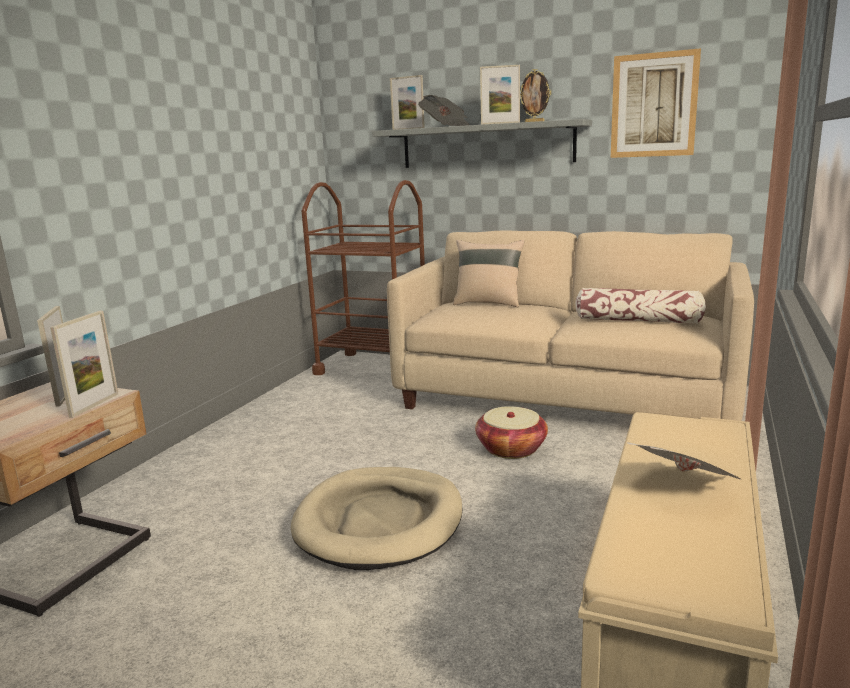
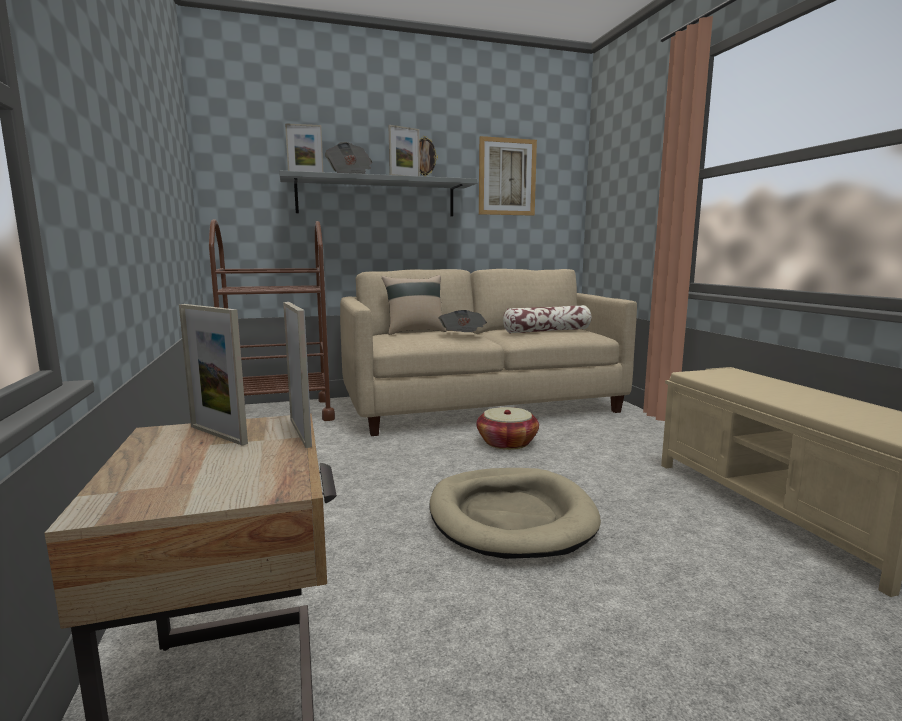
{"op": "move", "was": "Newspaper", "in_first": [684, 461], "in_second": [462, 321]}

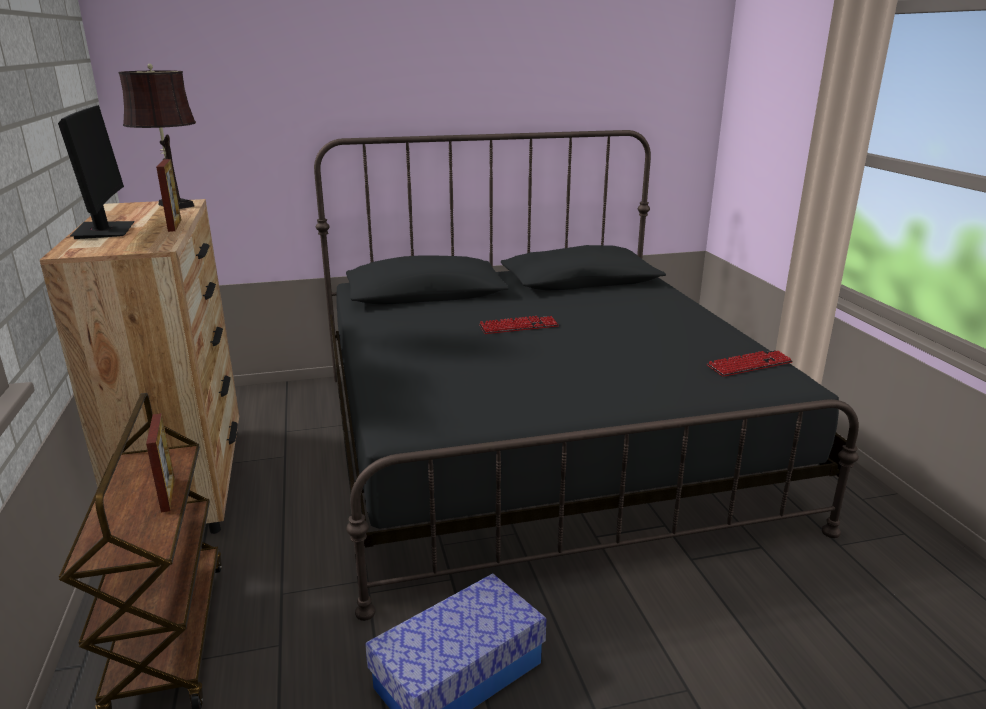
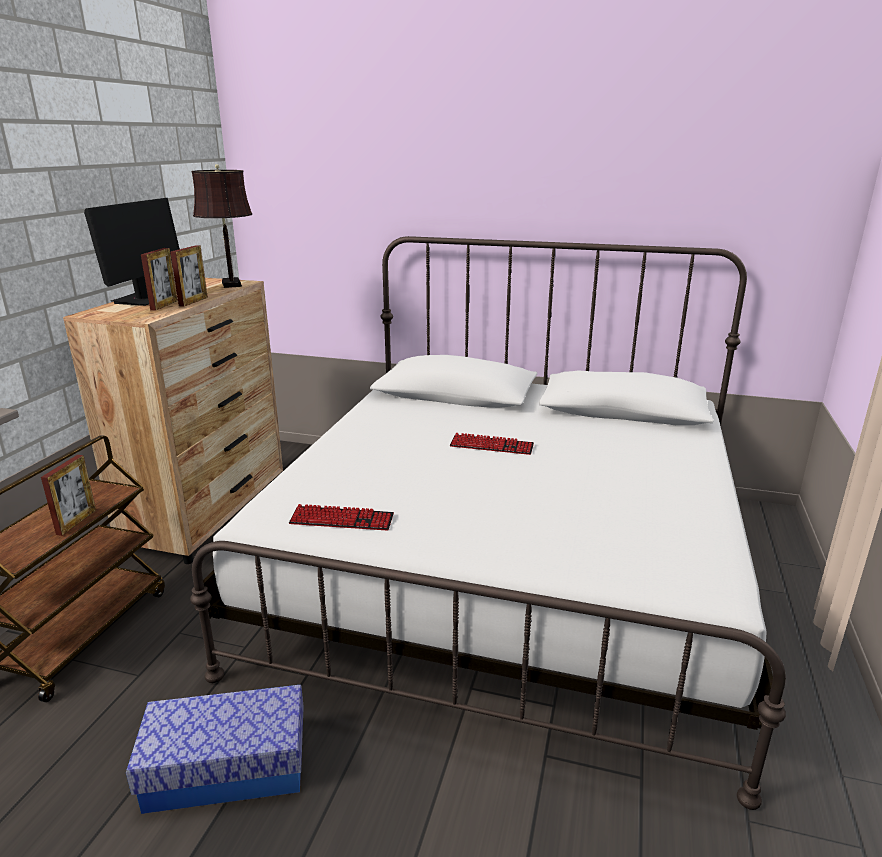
{"op": "recolor", "was": "BlackBed", "now": "WhiteBed", "in_first": [586, 375], "in_second": [488, 523]}
{"op": "move", "was": "Keyboard", "in_first": [750, 363], "in_second": [341, 517]}
{"op": "insert", "now": "PictureFrame", "in_second": [159, 279]}

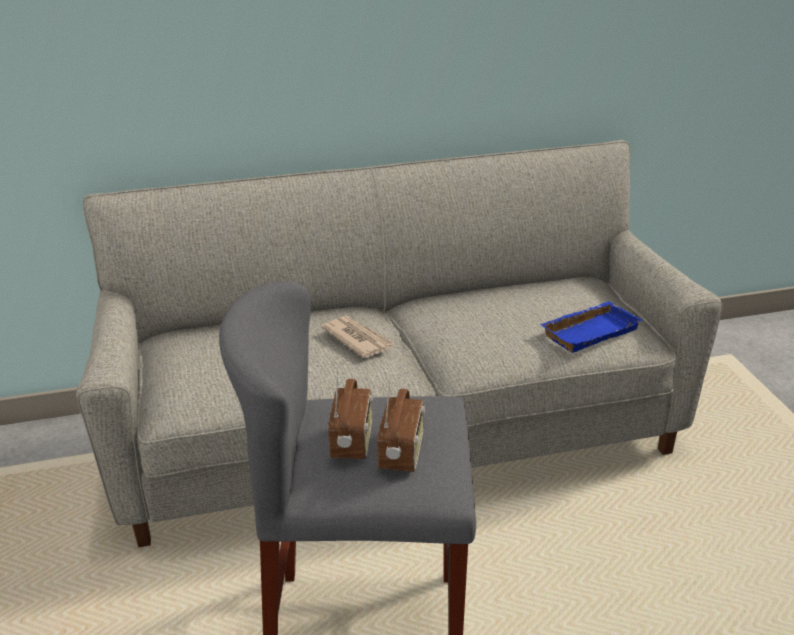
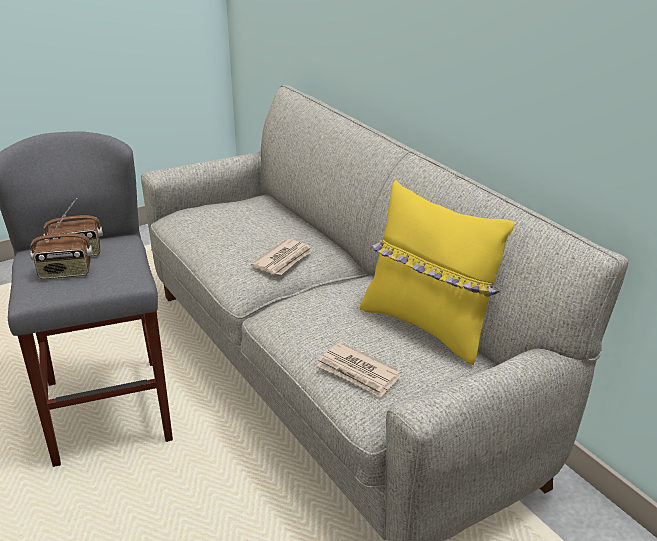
{"op": "replace", "was": "BlueTray", "now": "Newspaper", "in_first": [591, 327], "in_second": [359, 370]}
{"op": "insert", "now": "YellowPillow", "in_second": [437, 272]}

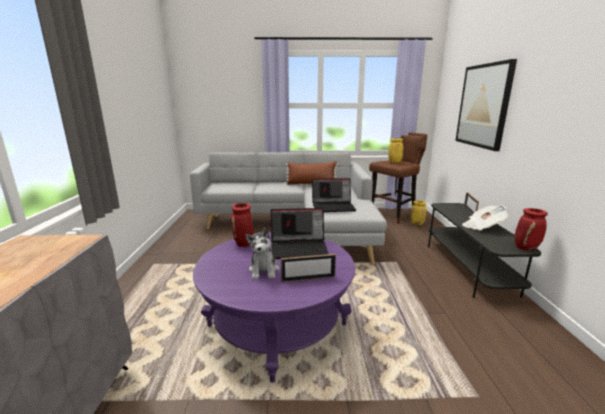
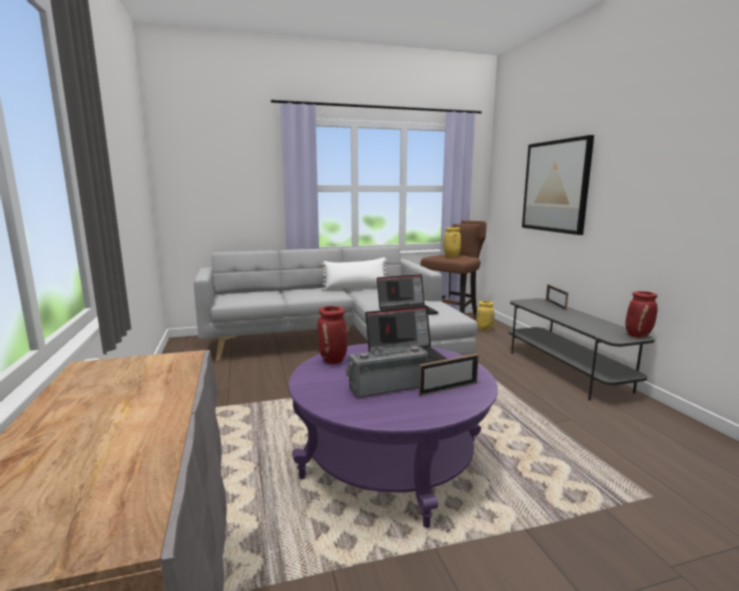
{"op": "replace", "was": "PlushToy", "now": "Radio", "in_first": [262, 253], "in_second": [387, 371]}
{"op": "recolor", "was": "BrownPillow", "now": "WhitePillow", "in_first": [311, 173], "in_second": [354, 274]}
{"op": "delete", "was": "Newspaper", "in_first": [485, 218]}

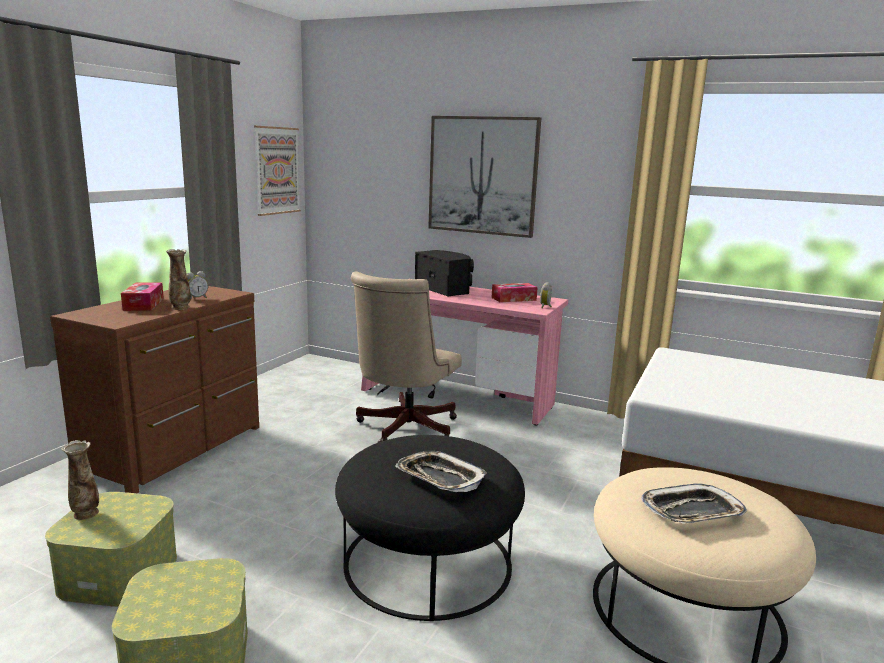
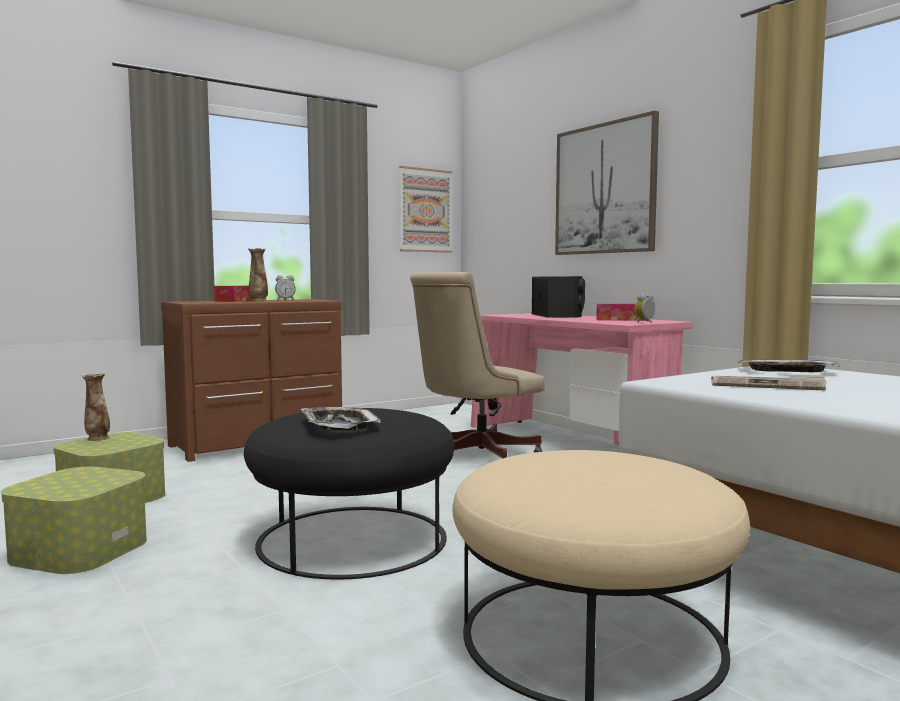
{"op": "move", "was": "Tray", "in_first": [694, 503], "in_second": [789, 365]}
{"op": "insert", "now": "Newspaper", "in_second": [769, 383]}

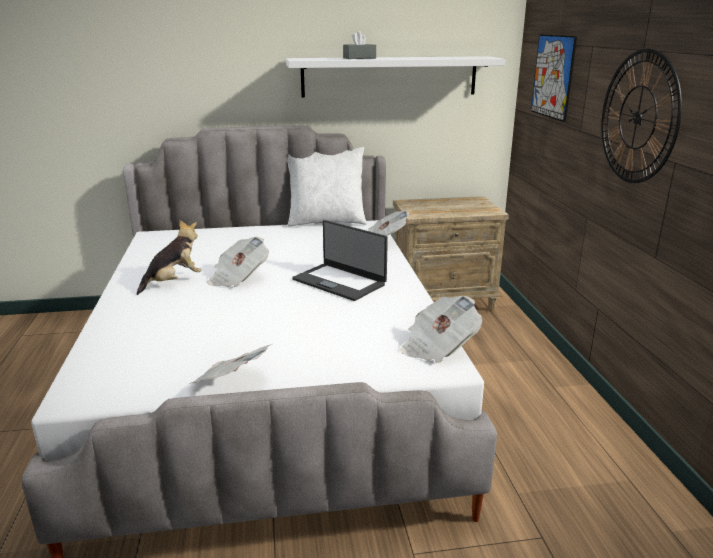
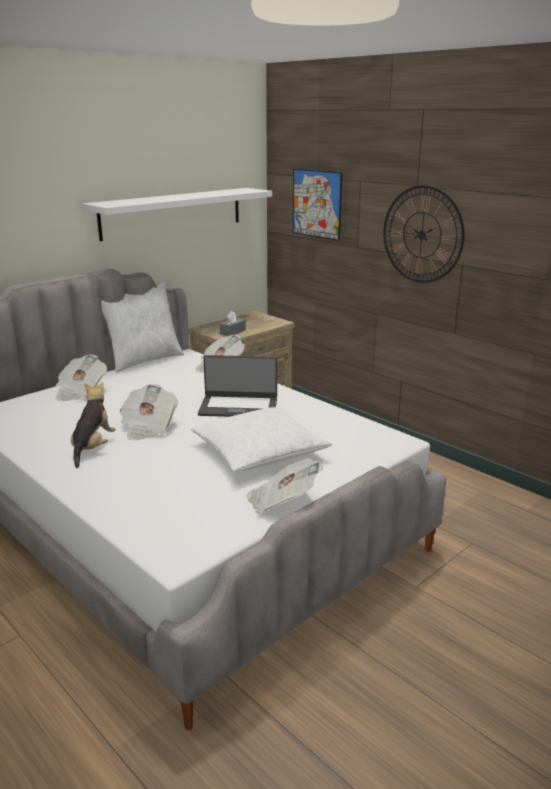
{"op": "move", "was": "GreyTissueBox", "in_first": [359, 45], "in_second": [232, 323]}
{"op": "move", "was": "Newspaper", "in_first": [441, 329], "in_second": [81, 377]}
{"op": "insert", "now": "WhitePillow", "in_second": [261, 439]}

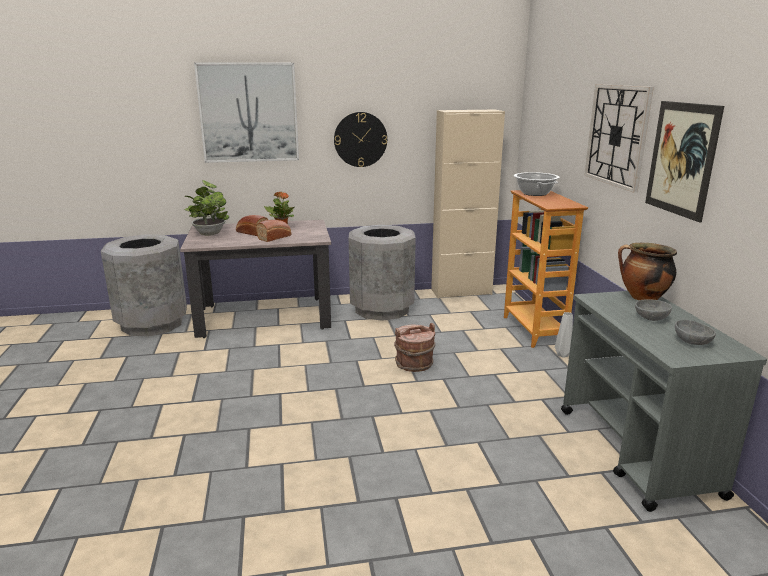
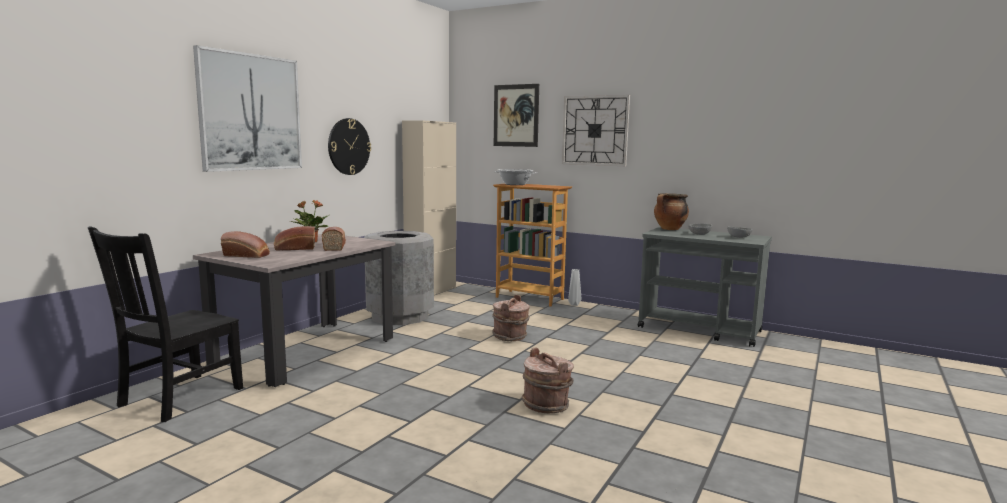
{"op": "replace", "was": "GreyTrashCan", "now": "BlackChair", "in_first": [144, 285], "in_second": [165, 324]}
{"op": "replace", "was": "PottedPlant", "now": "Bread", "in_first": [206, 208], "in_second": [245, 244]}
{"op": "move", "was": "Picture", "in_first": [684, 162], "in_second": [516, 115]}
{"op": "insert", "now": "BrownBucket", "in_second": [548, 380]}

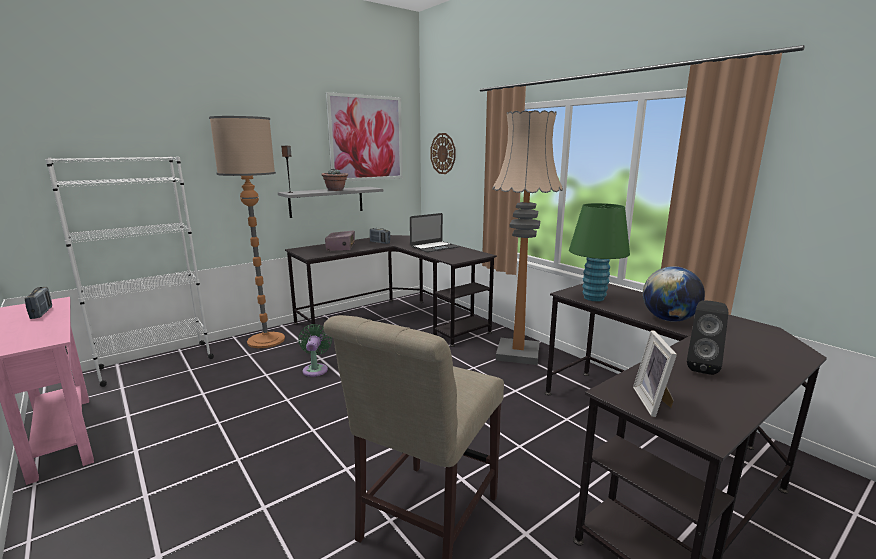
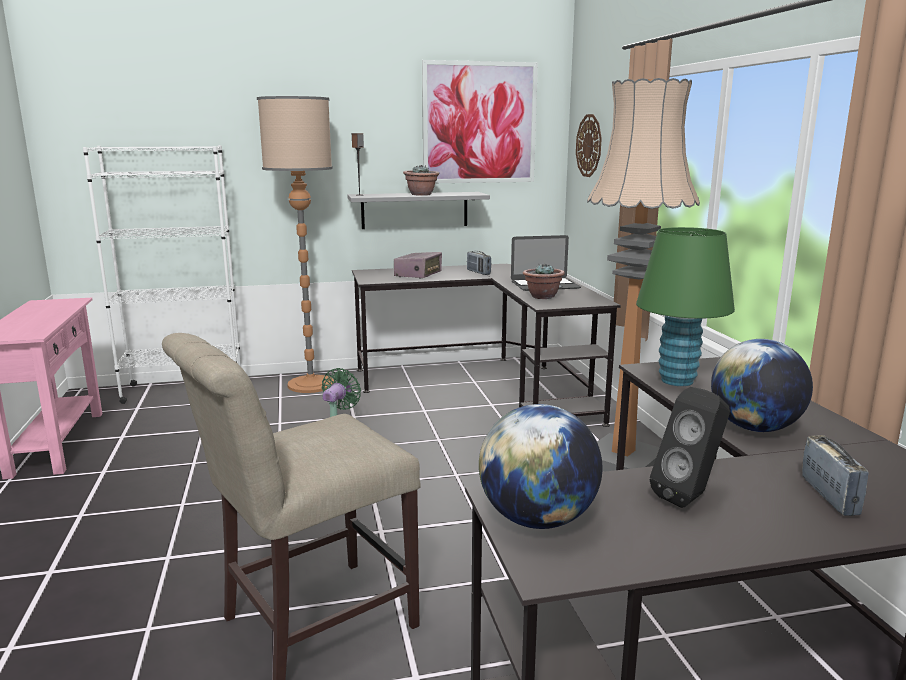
{"op": "move", "was": "Radio", "in_first": [38, 303], "in_second": [835, 475]}
{"op": "replace", "was": "PictureFrame", "now": "Globe", "in_first": [655, 373], "in_second": [540, 466]}
{"op": "insert", "now": "PottedPlant", "in_second": [544, 281]}

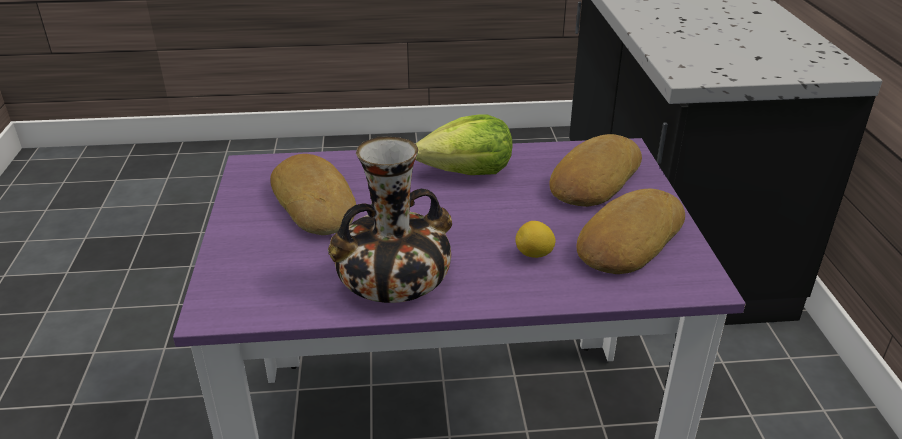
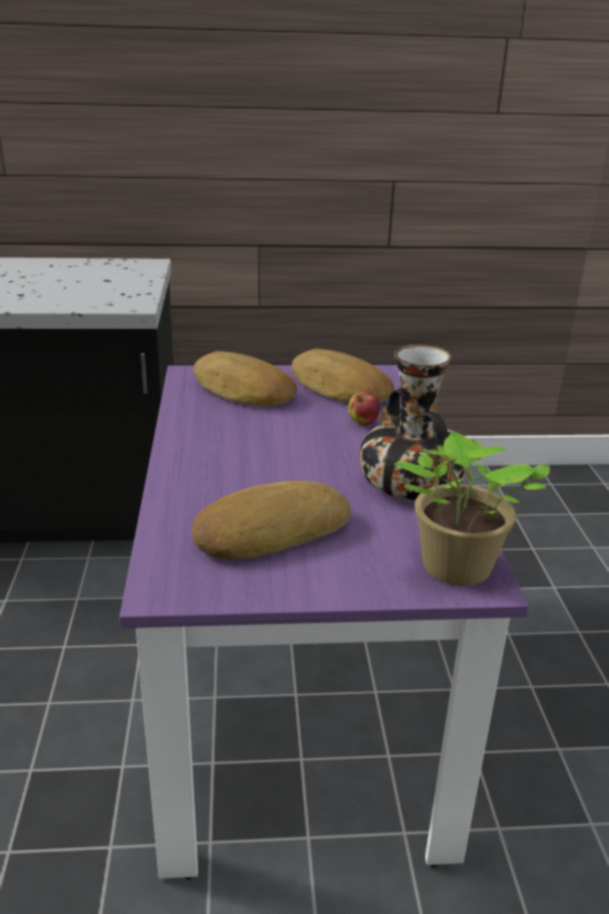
{"op": "delete", "was": "Lettuce", "in_first": [464, 144]}
{"op": "replace", "was": "Lemon", "now": "Apple", "in_first": [535, 239], "in_second": [364, 408]}
{"op": "insert", "now": "PottedPlant", "in_second": [472, 508]}

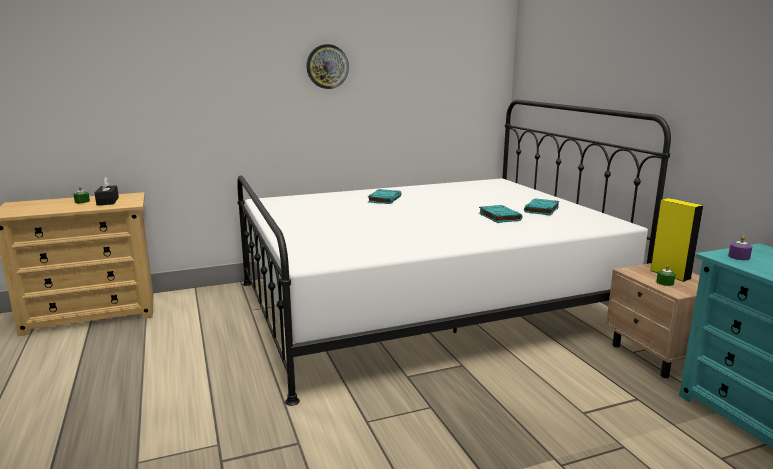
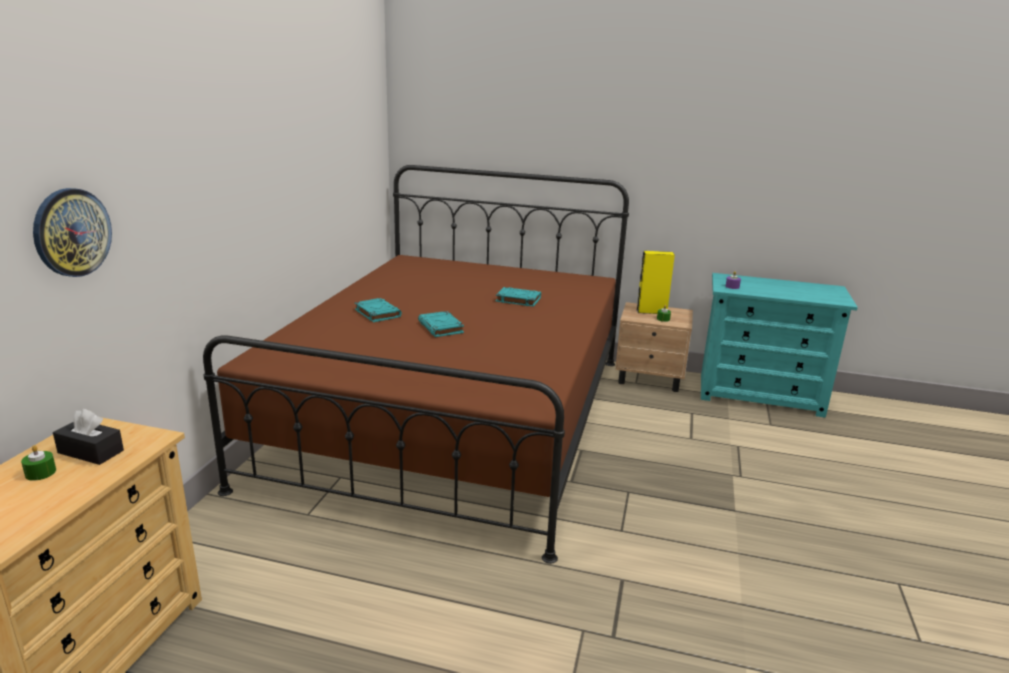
{"op": "recolor", "was": "WhiteBed", "now": "BrownBed", "in_first": [454, 253], "in_second": [416, 364]}
{"op": "move", "was": "WallClock", "in_first": [327, 66], "in_second": [72, 232]}
{"op": "move", "was": "TurquoiseBook", "in_first": [541, 207], "in_second": [441, 324]}

